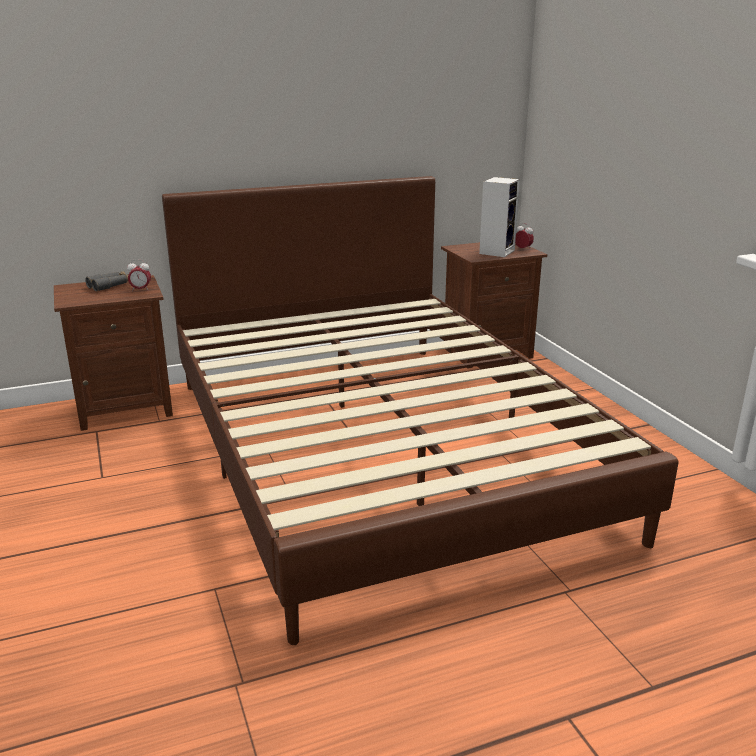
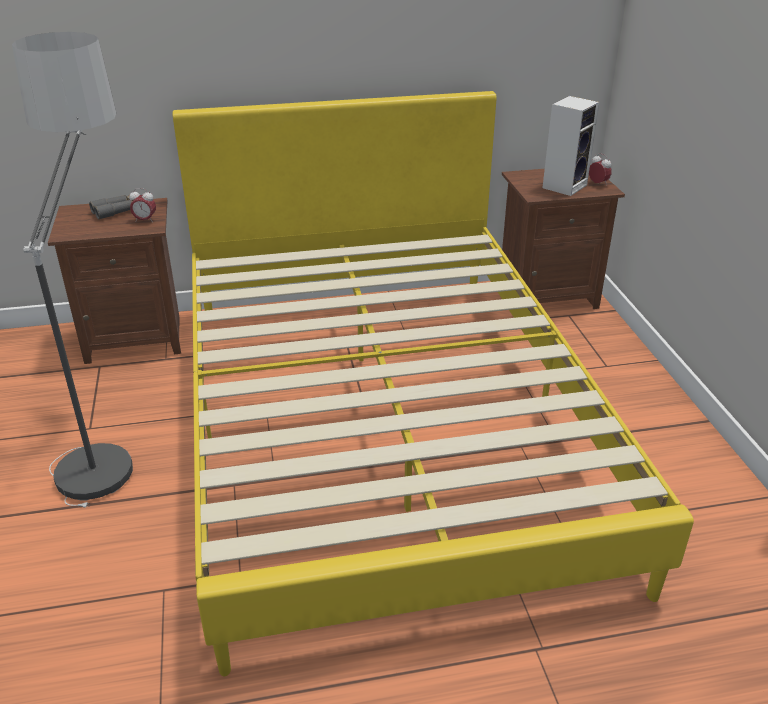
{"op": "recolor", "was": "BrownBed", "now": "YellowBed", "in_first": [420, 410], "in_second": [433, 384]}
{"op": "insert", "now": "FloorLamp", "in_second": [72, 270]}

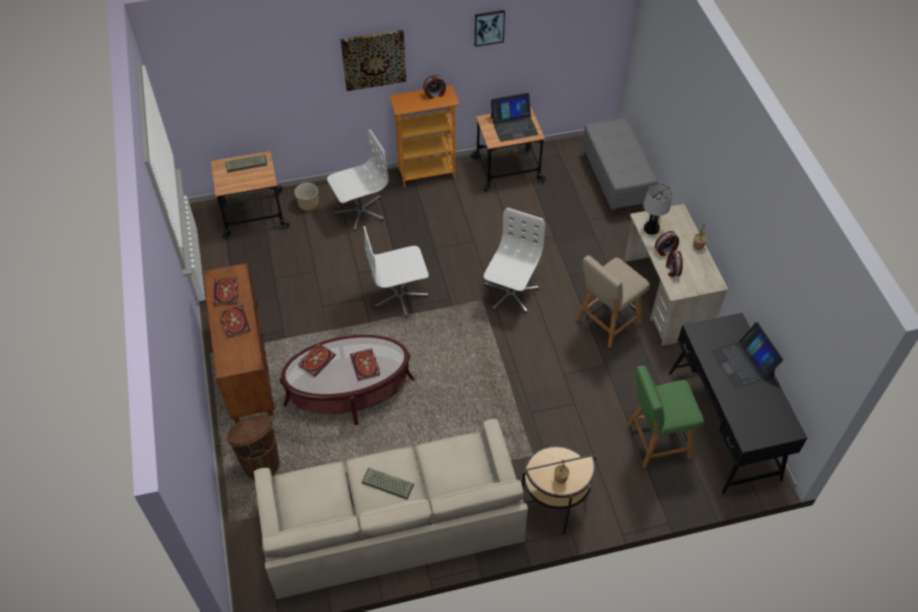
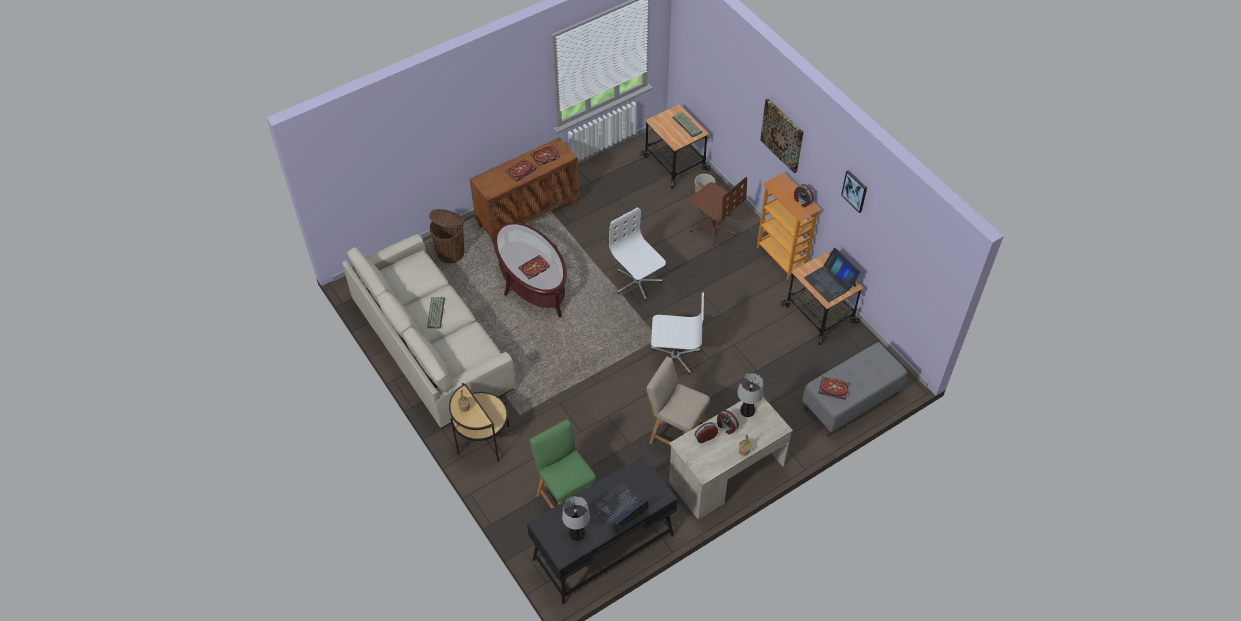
{"op": "move", "was": "Book", "in_first": [317, 360], "in_second": [833, 388]}
{"op": "recolor", "was": "WhiteOfficeChair", "now": "BrownOfficeChair", "in_first": [358, 180], "in_second": [717, 211]}
{"op": "insert", "now": "TableLamp", "in_second": [576, 518]}

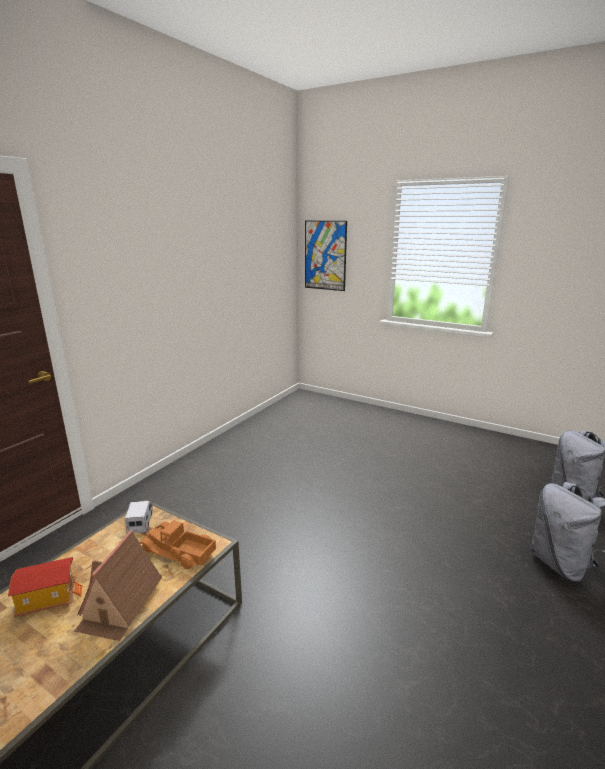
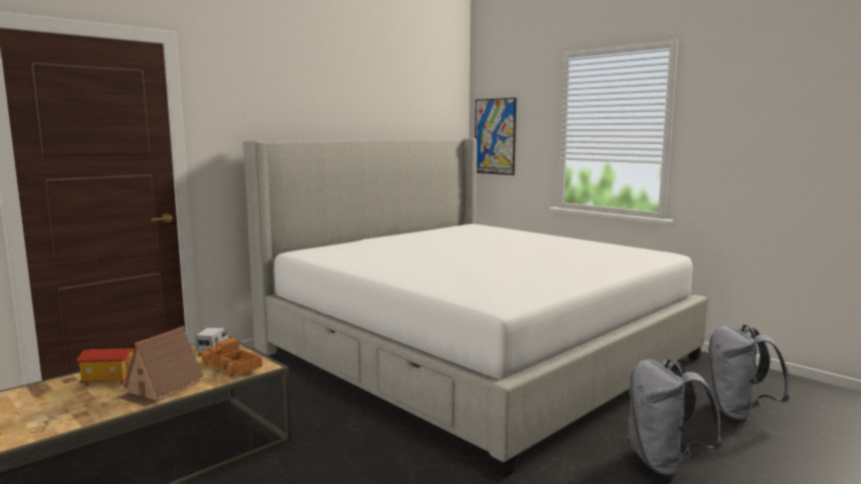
{"op": "insert", "now": "Bed", "in_second": [475, 308]}

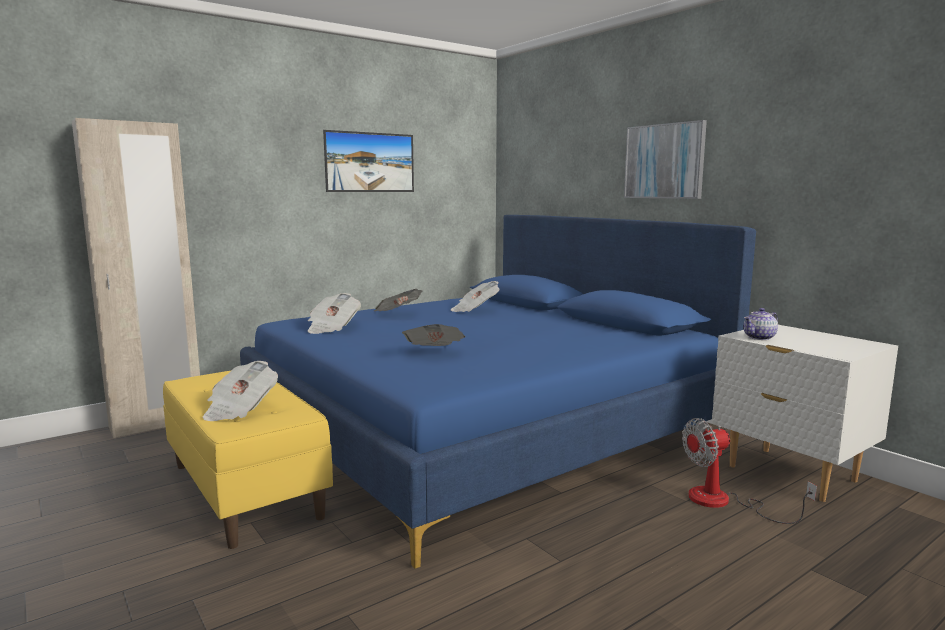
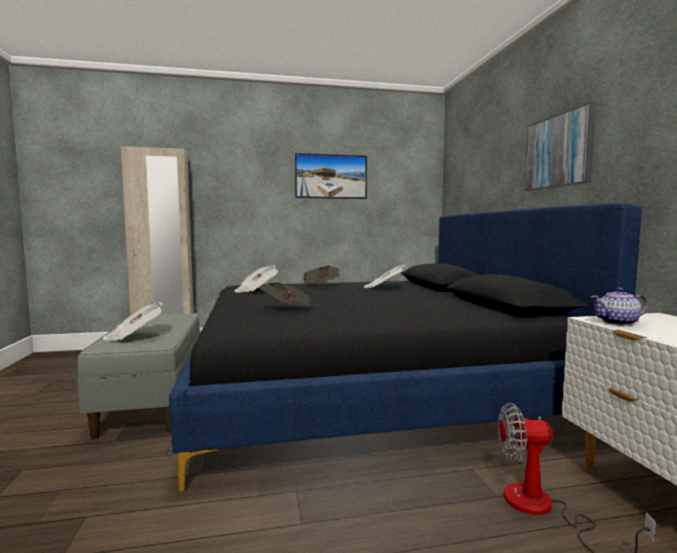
{"op": "recolor", "was": "YellowBench", "now": "GreyBench", "in_first": [248, 459], "in_second": [138, 376]}
{"op": "recolor", "was": "BlueBed", "now": "BlackBed", "in_first": [498, 392], "in_second": [405, 347]}

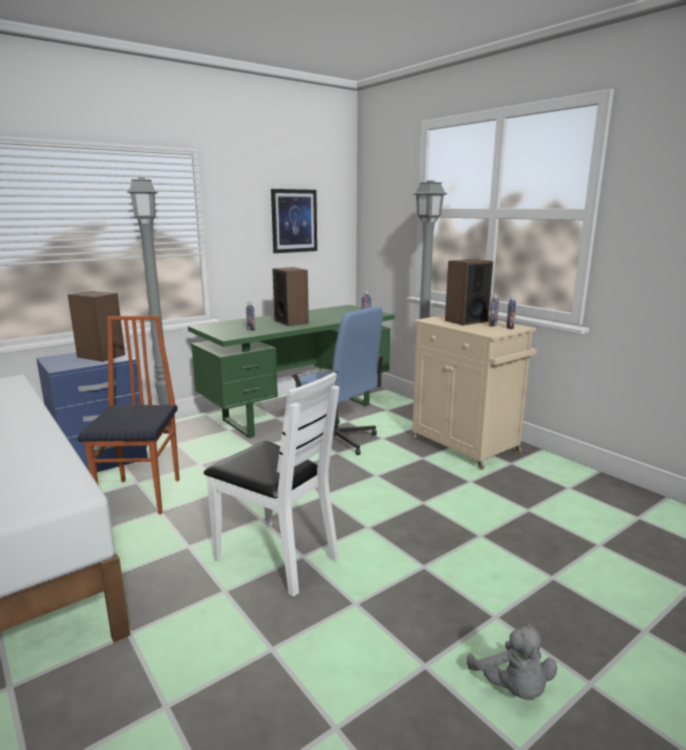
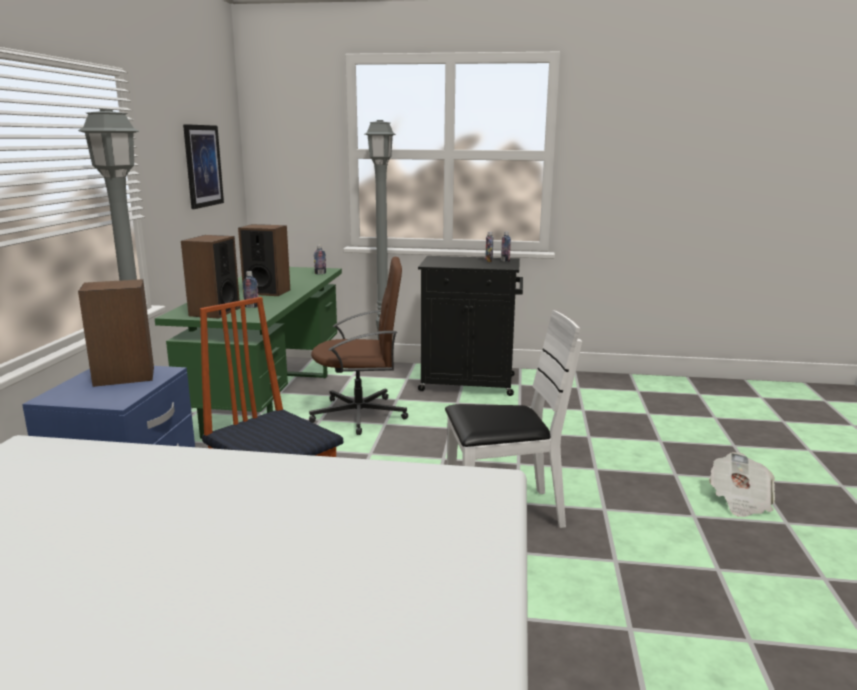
{"op": "recolor", "was": "BlueOfficeChair", "now": "BrownOfficeChair", "in_first": [337, 380], "in_second": [358, 346]}
{"op": "recolor", "was": "BeigeCabinet", "now": "BlackCabinet", "in_first": [473, 392], "in_second": [470, 326]}
{"op": "move", "was": "Speaker", "in_first": [469, 292], "in_second": [210, 277]}
{"op": "replace", "was": "GreyPlushToy", "now": "Newspaper", "in_first": [512, 662], "in_second": [742, 484]}

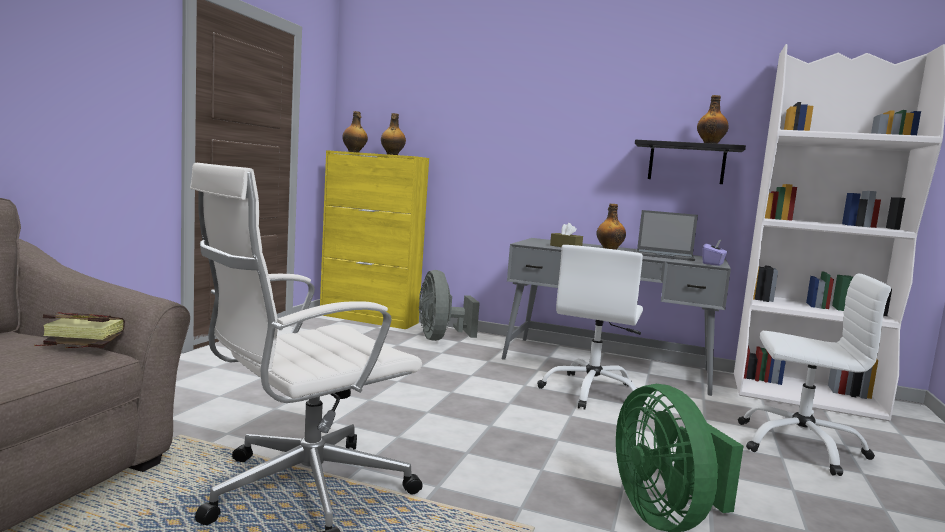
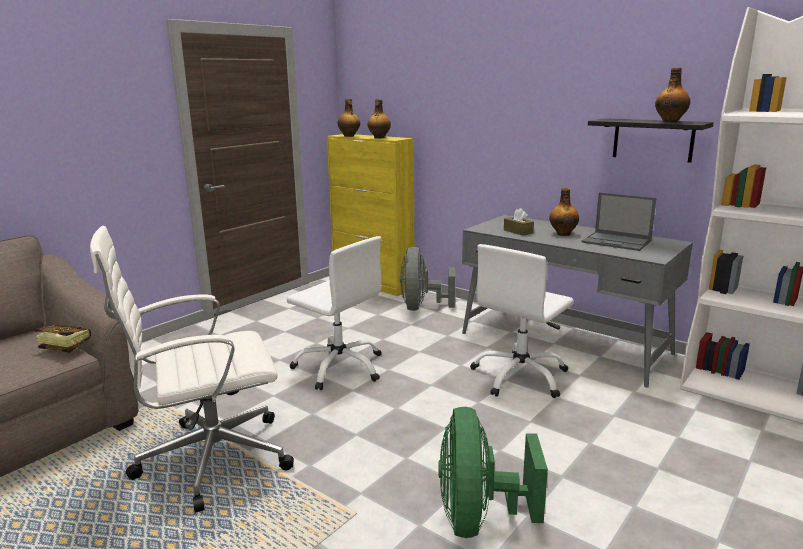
{"op": "delete", "was": "PurpleTissueBox", "in_first": [715, 253]}
{"op": "move", "was": "WhiteOfficeChair", "in_first": [814, 374], "in_second": [334, 313]}

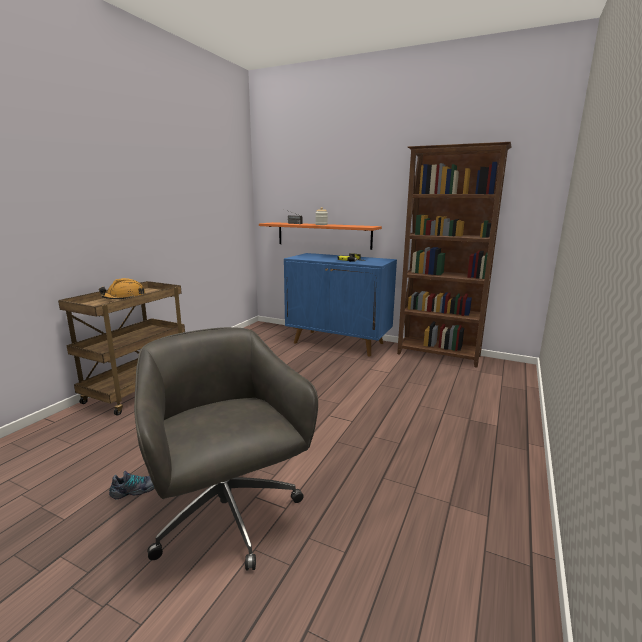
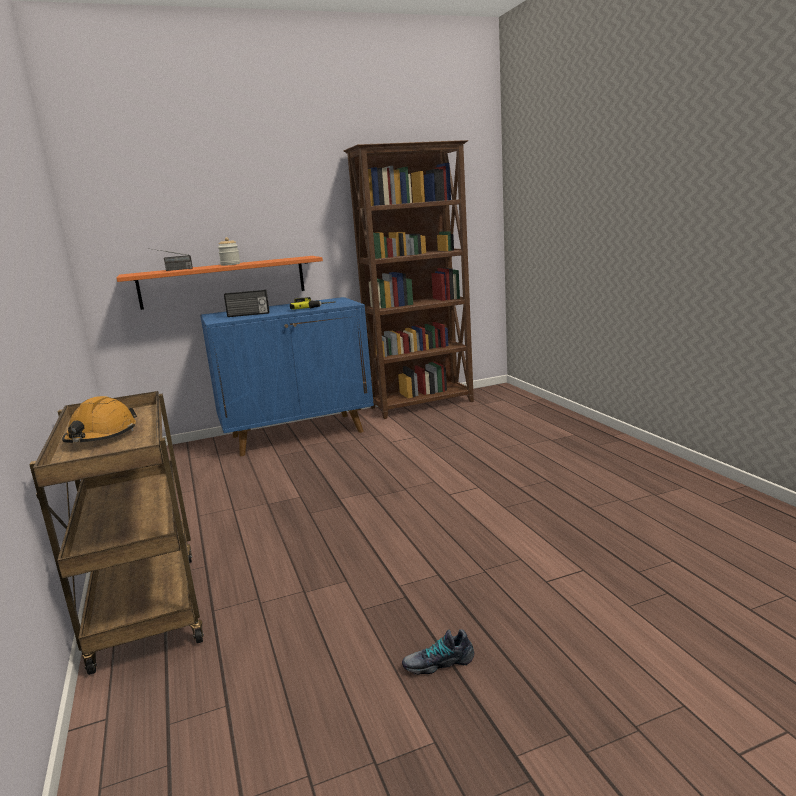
{"op": "rotate", "was": "Shoe", "in_first": [132, 485], "in_second": [438, 652], "clockwise": -120}
{"op": "delete", "was": "GreyOfficeChair", "in_first": [226, 448]}
{"op": "insert", "now": "Radio", "in_second": [246, 303]}

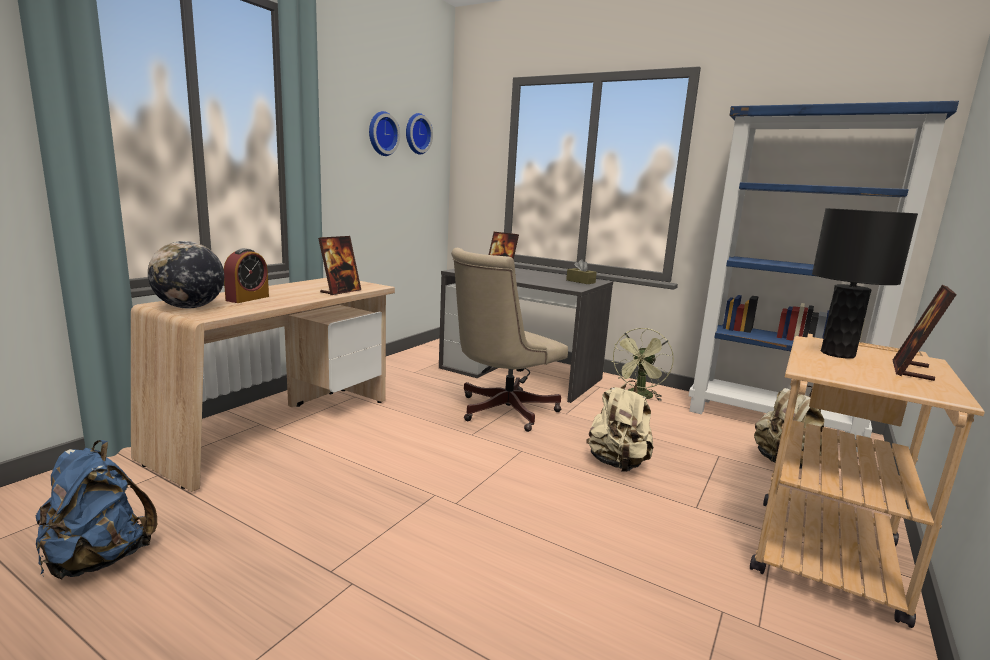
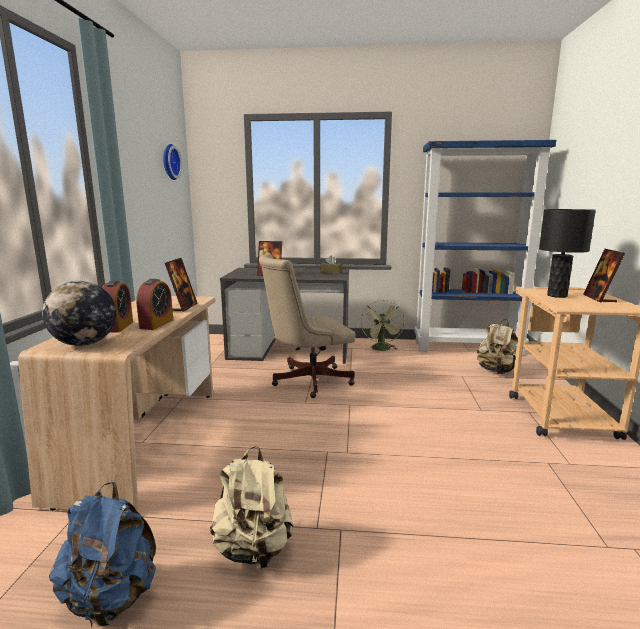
{"op": "delete", "was": "WallClock", "in_first": [384, 133]}
{"op": "rotate", "was": "BeigeOfficeChair", "in_first": [509, 340], "in_second": [307, 325], "clockwise": 45}
{"op": "move", "was": "BeigeBackpack", "in_first": [620, 426], "in_second": [252, 507]}
{"op": "insert", "now": "AlarmClock", "in_second": [154, 304]}

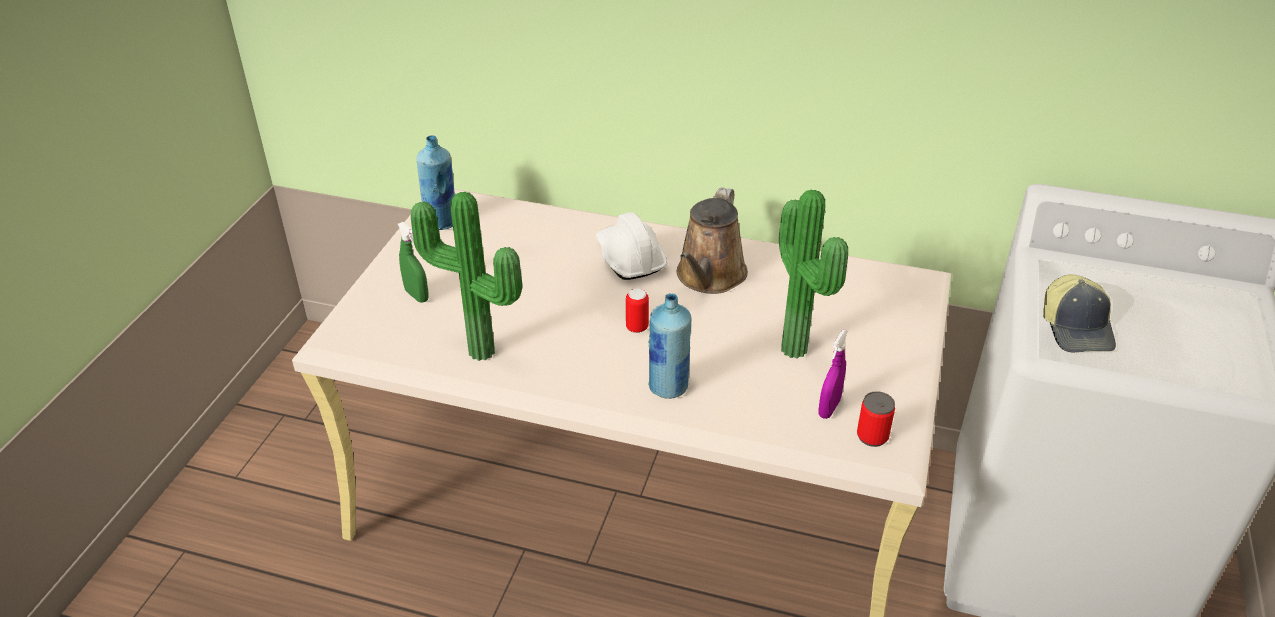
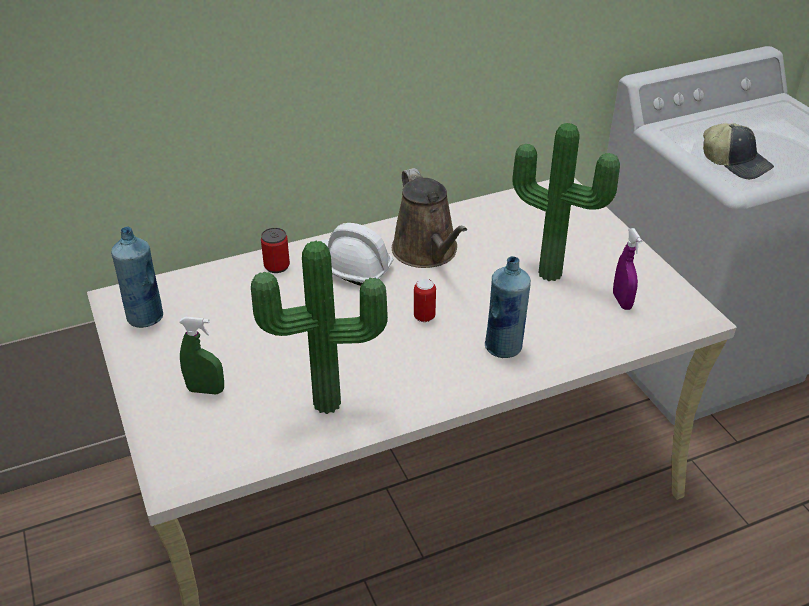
{"op": "move", "was": "Can", "in_first": [876, 419], "in_second": [275, 250]}

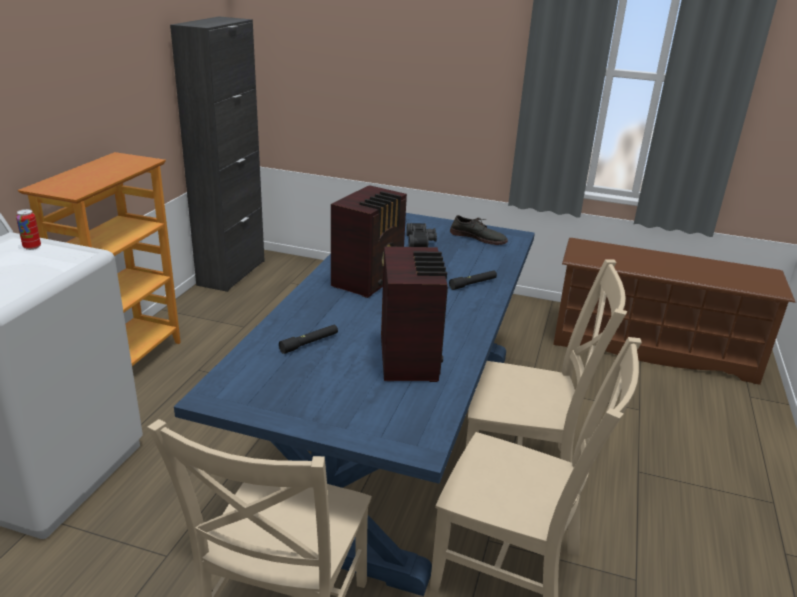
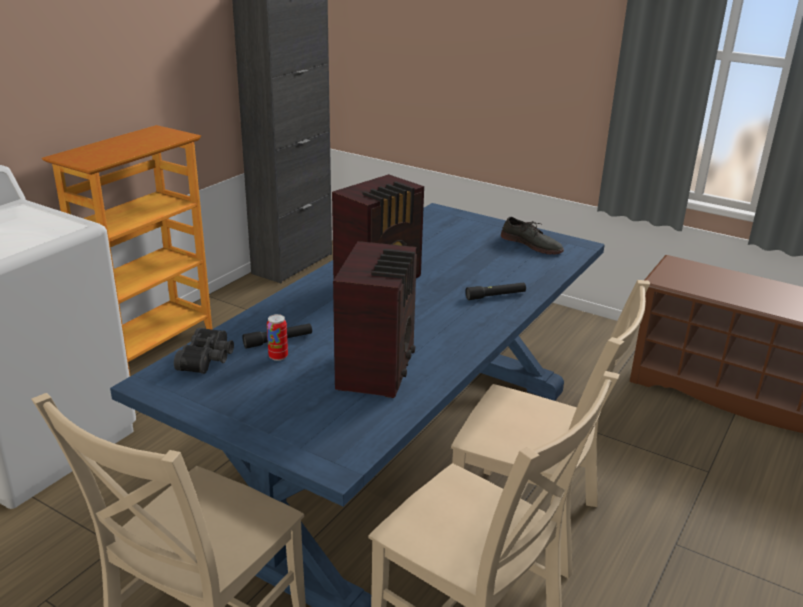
{"op": "move", "was": "Can", "in_first": [28, 229], "in_second": [277, 337]}
{"op": "move", "was": "BlackBinoculars", "in_first": [421, 235], "in_second": [204, 351]}

